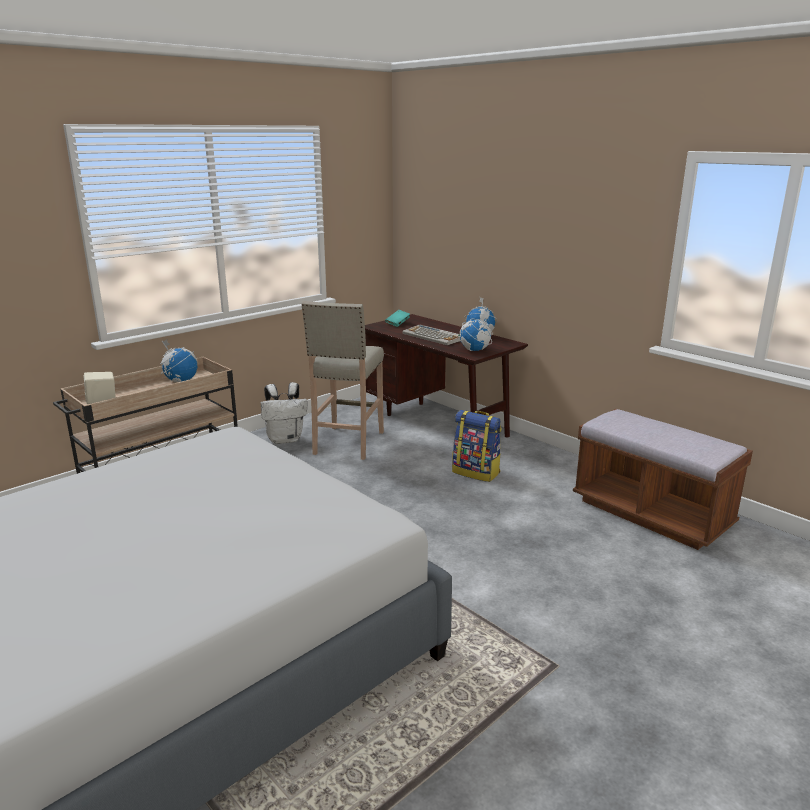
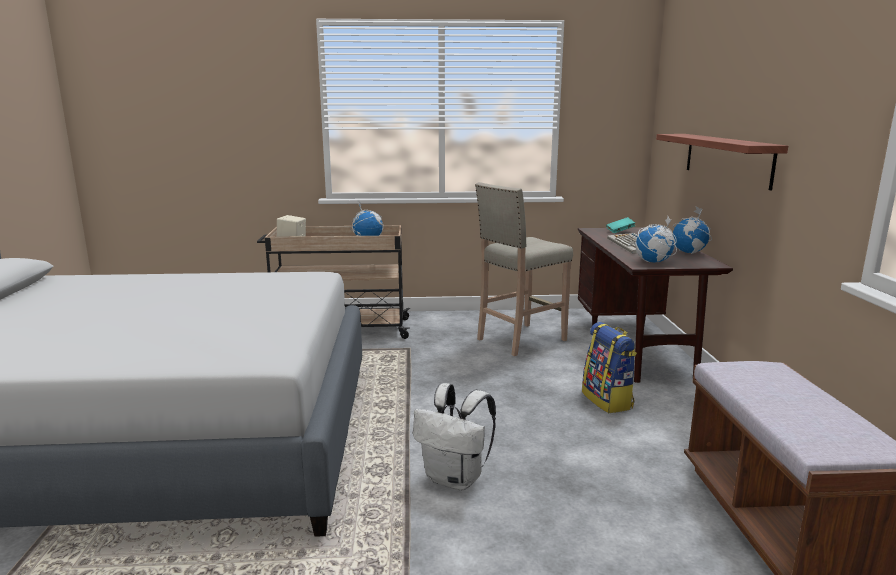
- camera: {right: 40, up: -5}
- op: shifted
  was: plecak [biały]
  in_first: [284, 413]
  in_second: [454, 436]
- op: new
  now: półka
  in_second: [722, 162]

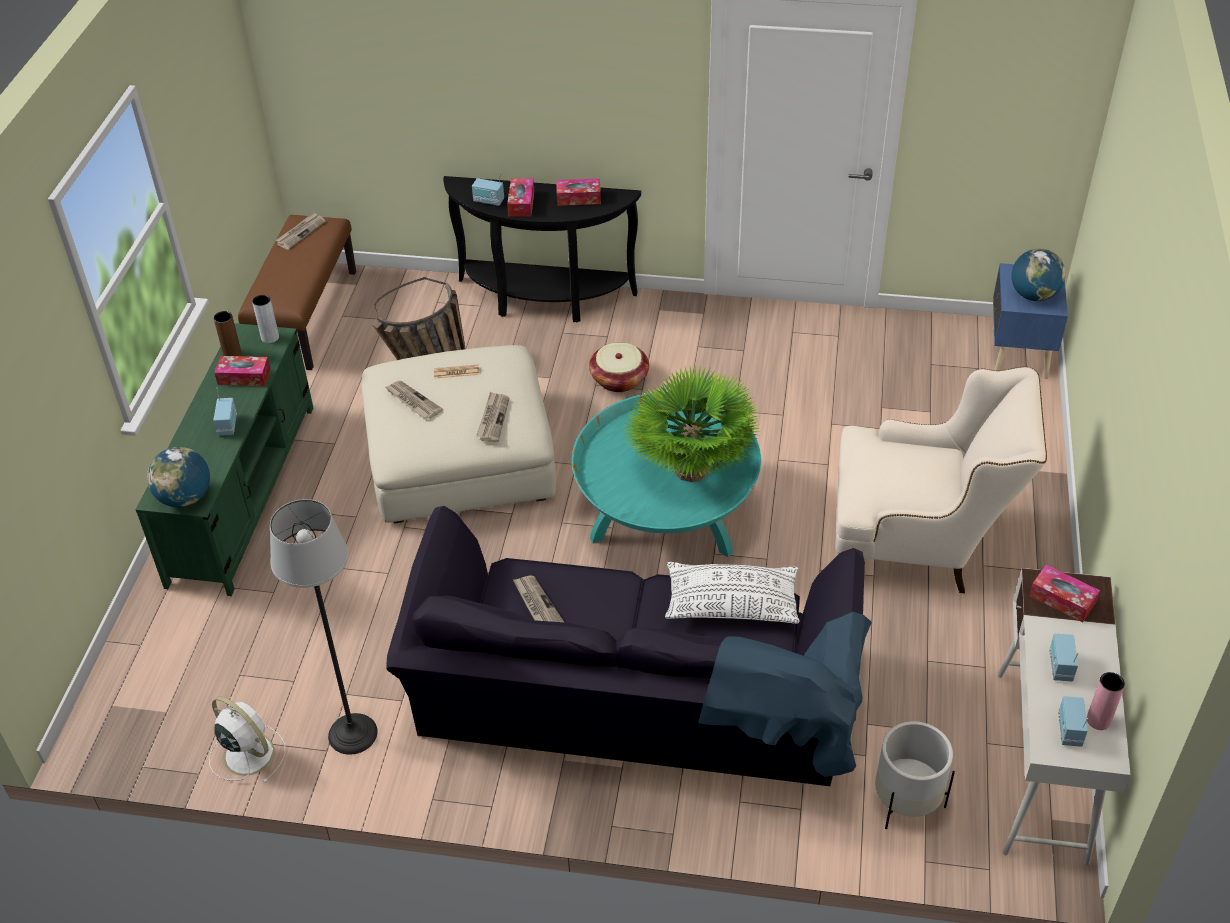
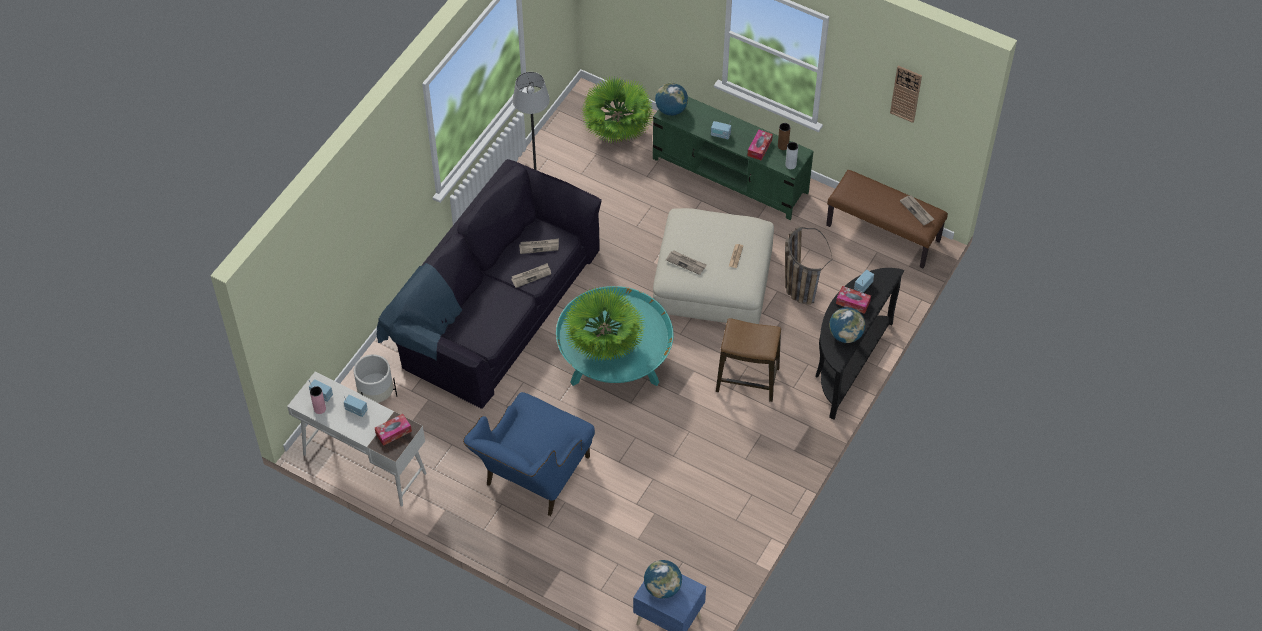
- camera: {right: 110, up: 10}
- op: gone
  was: wentylator [biały]
  in_first: [247, 739]
- op: shifted
  was: gazeta
  in_first: [414, 400]
  in_second: [531, 275]
- op: swapped
  was: pudełko chusteczek
  now: globus
  in_first: [578, 192]
  in_second: [847, 325]
- op: swapped
  was: koszyk
  now: stołek
  in_first: [619, 367]
  in_second: [748, 360]
- op: gone
  was: poduszka [biały]
  in_first: [732, 593]
- op: repainted
  was: fotel [beżowy]
  now: fotel [niebieski]
  in_first: [941, 480]
  in_second: [529, 454]
- op: new
  now: roślina doniczkowa
  in_second: [618, 109]
- op: new
  now: zegar ścienny
  in_second: [906, 94]

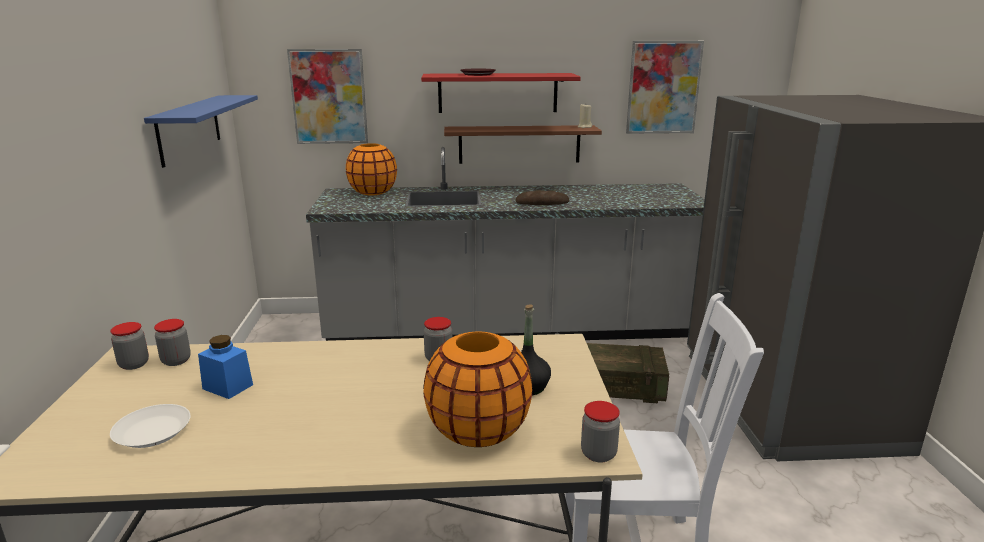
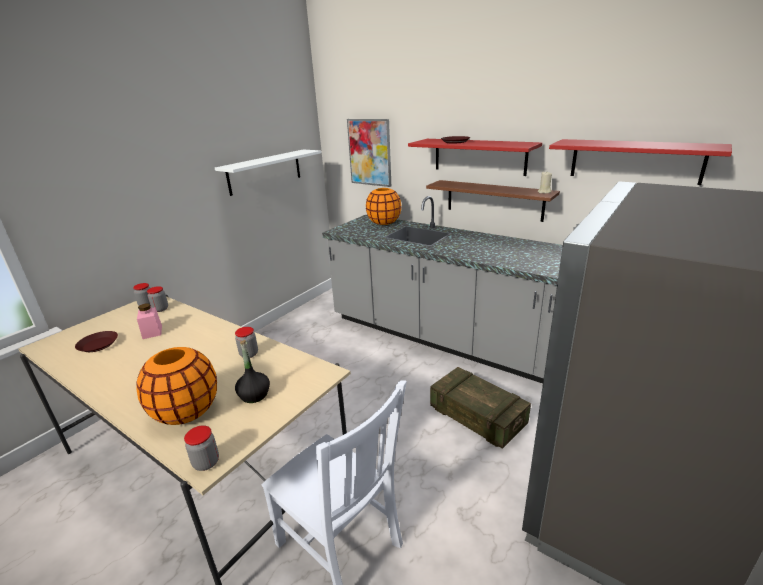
- camera: {right: 40, up: 5}
- op: repainted
  was: talerz [biały]
  now: talerz [brązowy]
  in_first: [150, 426]
  in_second: [96, 341]
- op: repainted
  was: półka [niebieski]
  now: półka [biały]
  in_first: [201, 131]
  in_second: [268, 172]
- op: repainted
  was: słoik [niebieski]
  now: słoik [różowy]
  in_first: [225, 367]
  in_second: [149, 321]
- op: gone
  was: chleb
  in_first: [542, 197]
- op: swapped
  was: obraz
  now: półka [czerwony]
  in_first: [665, 87]
  in_second: [640, 162]

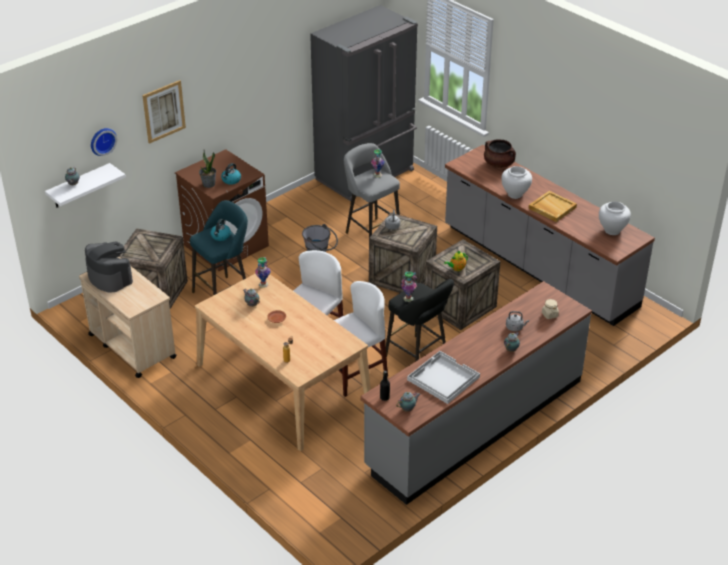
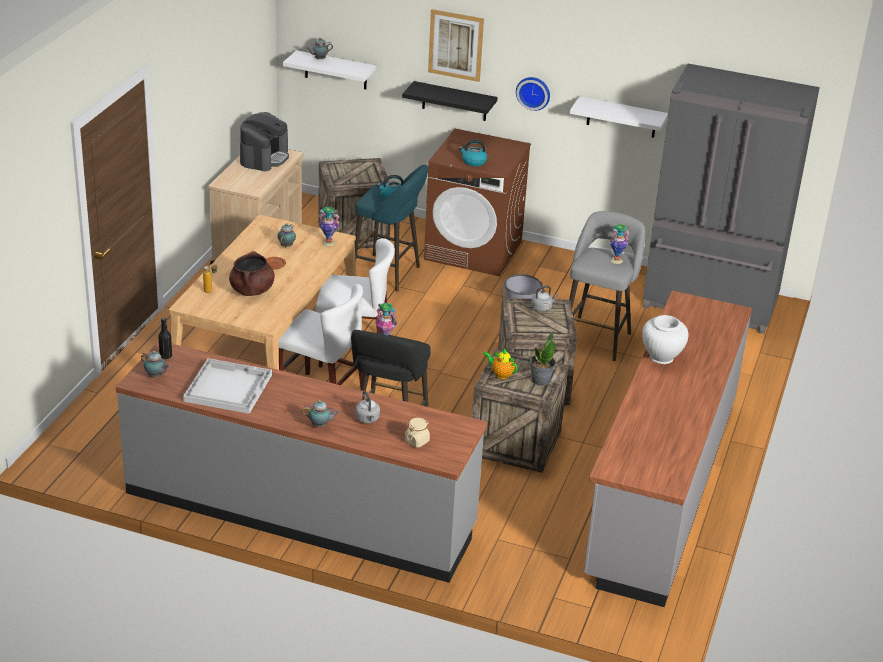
- camera: {right: 60, up: -5}
- op: shifted
  was: zegar ścienny
  in_first: [104, 142]
  in_second: [533, 94]
- op: shifted
  was: roślina doniczkowa
  in_first: [207, 169]
  in_second: [543, 358]
- op: shifted
  was: garnek [brązowy]
  in_first: [500, 154]
  in_second: [252, 273]
- op: gone
  was: taca [beżowy]
  in_first: [552, 206]
- op: gone
  was: wazon [biały]
  in_first: [615, 218]
- op: new
  now: półka [czarny]
  in_second: [449, 101]
- op: new
  now: półka [biały]
  in_second: [619, 117]

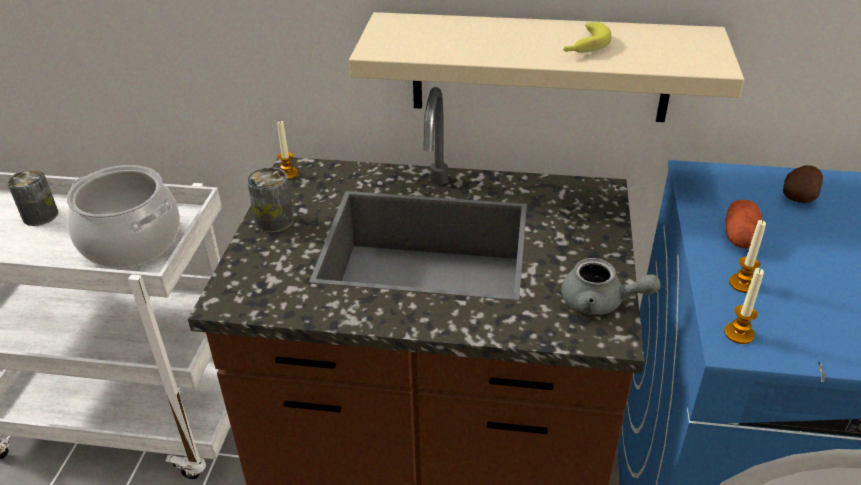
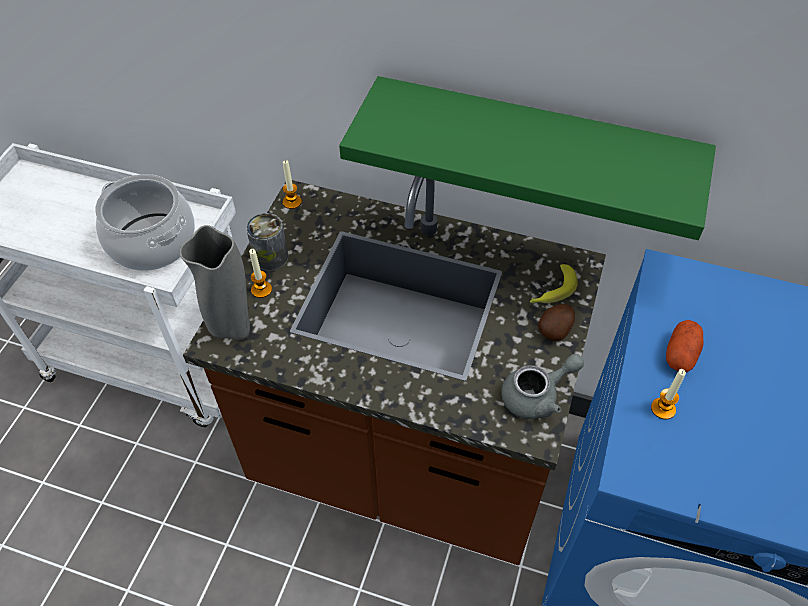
- camera: {right: 10, up: 15}
- op: gone
  was: puszka
  in_first: [32, 197]
- op: repainted
  was: półka [beżowy]
  now: półka [zielony]
  in_first: [546, 67]
  in_second: [527, 158]
- op: rotated
  was: imbryk [szary]
  in_first: [611, 286]
  in_second: [542, 386]
  clockwise: -60
- op: shifted
  was: banan
  in_first: [587, 37]
  in_second: [553, 283]
- op: shifted
  was: świeca
  in_first: [744, 306]
  in_second: [260, 273]
- op: shifted
  was: ziemniak
  in_first: [803, 184]
  in_second: [556, 322]
- op: new
  now: wazon [szary]
  in_second: [214, 282]

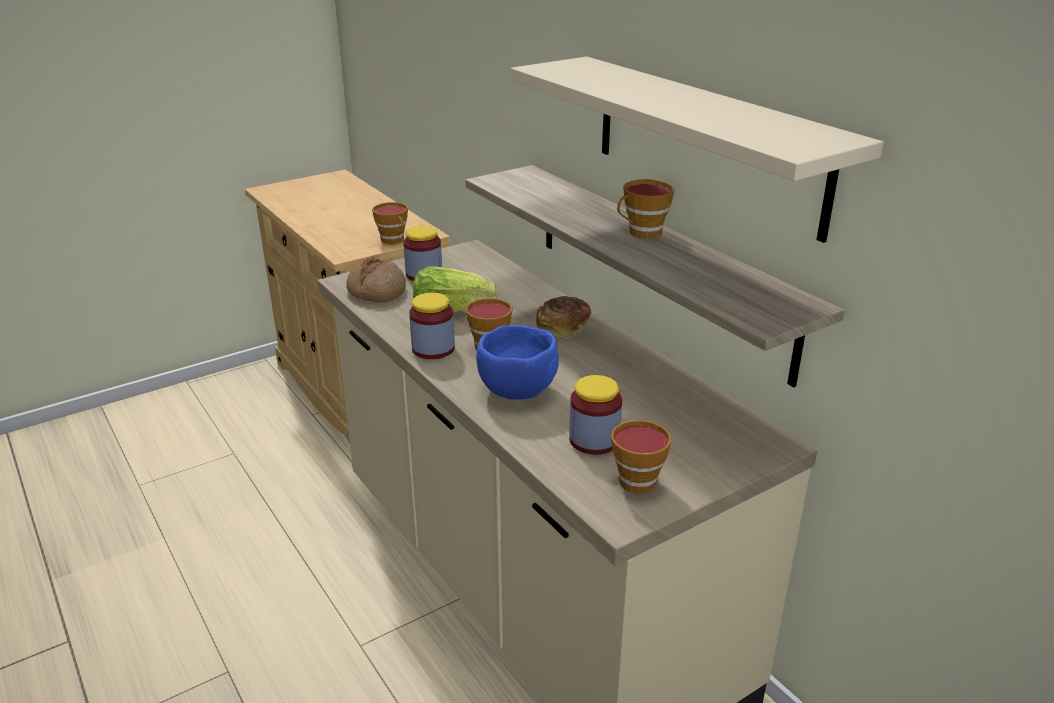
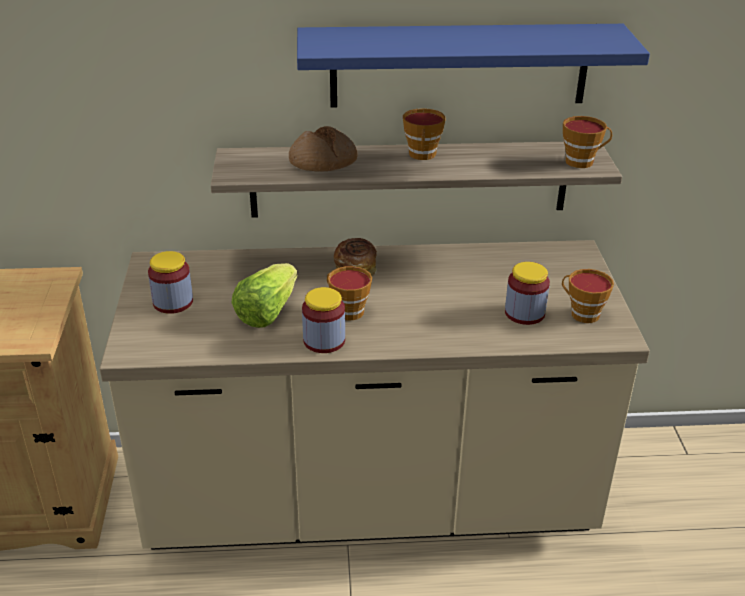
- camera: {right: -60, up: 5}
- op: shifted
  was: chleb
  in_first: [376, 280]
  in_second: [323, 149]
- op: shifted
  was: filiżanka
  in_first: [390, 223]
  in_second: [587, 142]
- op: gone
  was: miska [niebieski]
  in_first: [517, 362]
- op: repainted
  was: półka [beżowy]
  now: półka [niebieski]
  in_first: [697, 150]
  in_second: [473, 66]

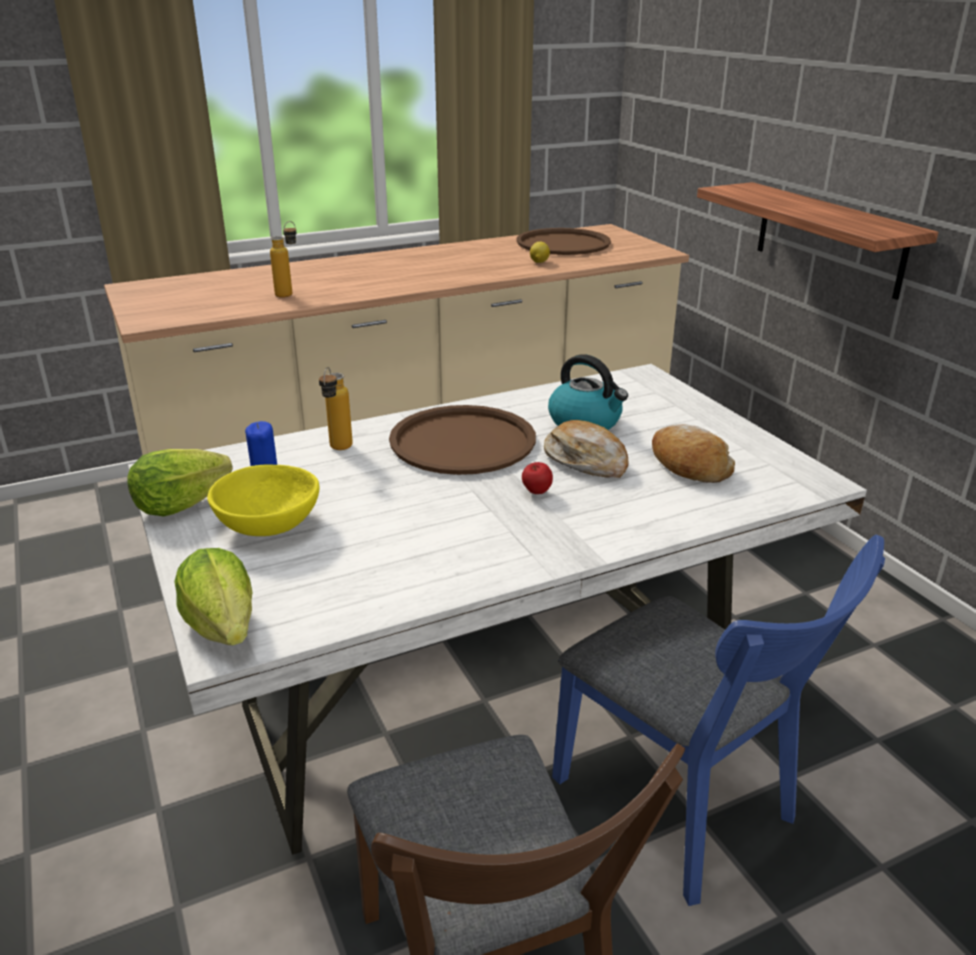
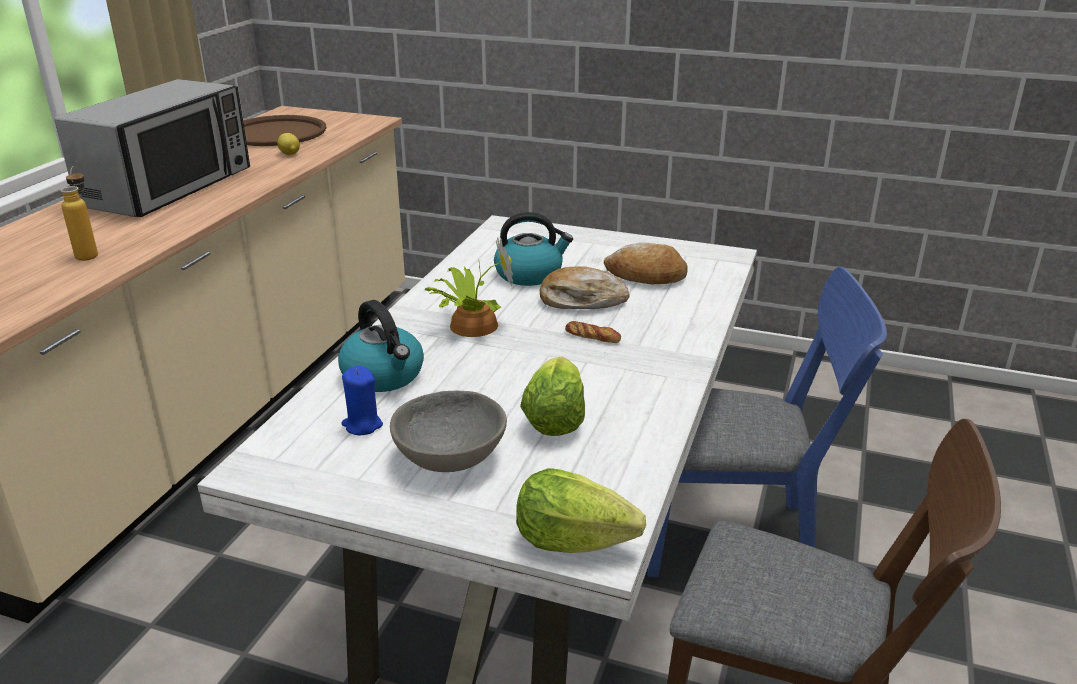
- camera: {right: -45, up: 0}
- op: shifted
  was: sałata
  in_first: [180, 482]
  in_second: [552, 396]
- op: repainted
  was: miska [żółty]
  now: miska [szary]
  in_first: [263, 500]
  in_second: [448, 431]
- op: swapped
  was: butelka
  now: czajnik
  in_first: [336, 408]
  in_second: [381, 346]
- op: swapped
  was: taca [brązowy]
  now: roślina doniczkowa
  in_first: [462, 440]
  in_second: [468, 287]
- op: swapped
  was: jabłko
  now: chleb
  in_first: [537, 478]
  in_second: [593, 332]
- op: gone
  was: półka
  in_first: [817, 241]
- op: new
  now: mikrofalówka
  in_second: [152, 148]

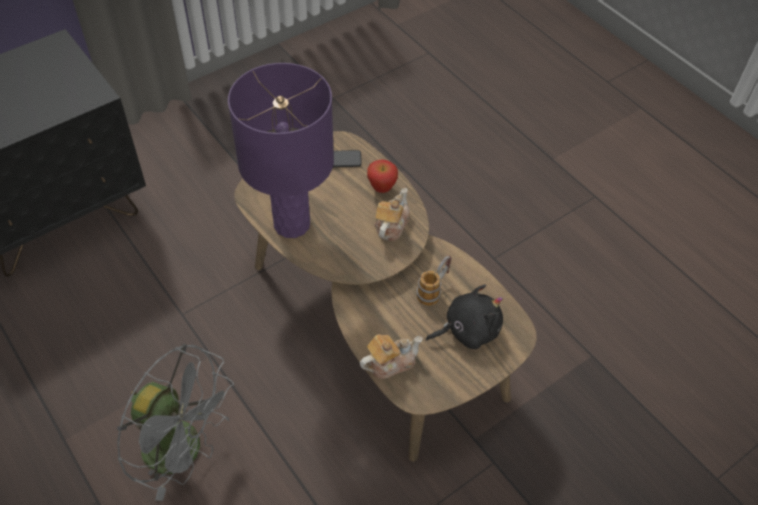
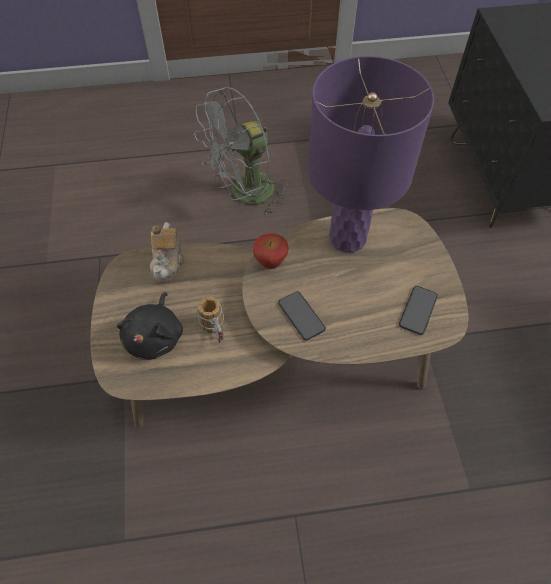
- camera: {right: 120, up: 5}
- op: shifted
  was: jabłko
  in_first: [382, 176]
  in_second: [271, 251]
- op: swapped
  was: imbryk
  now: telefon
  in_first: [392, 214]
  in_second: [302, 315]

